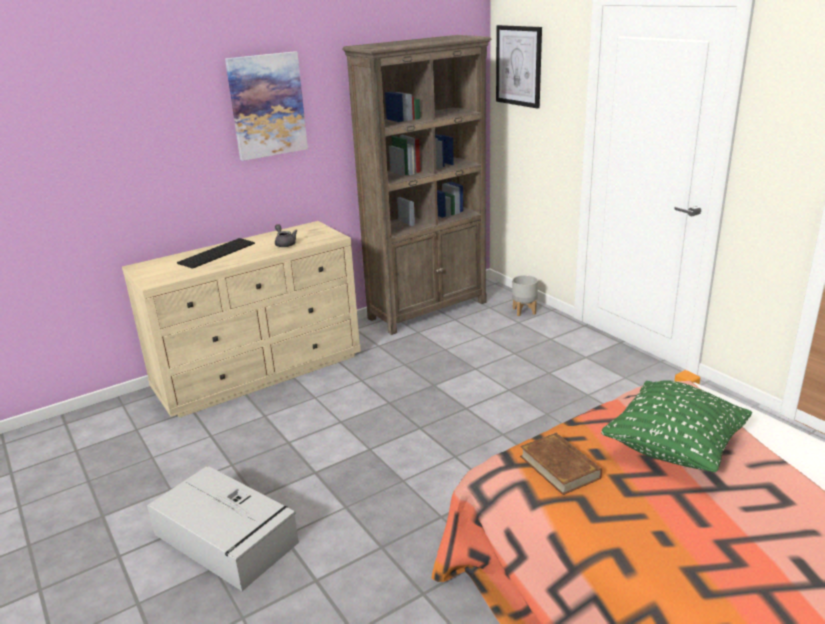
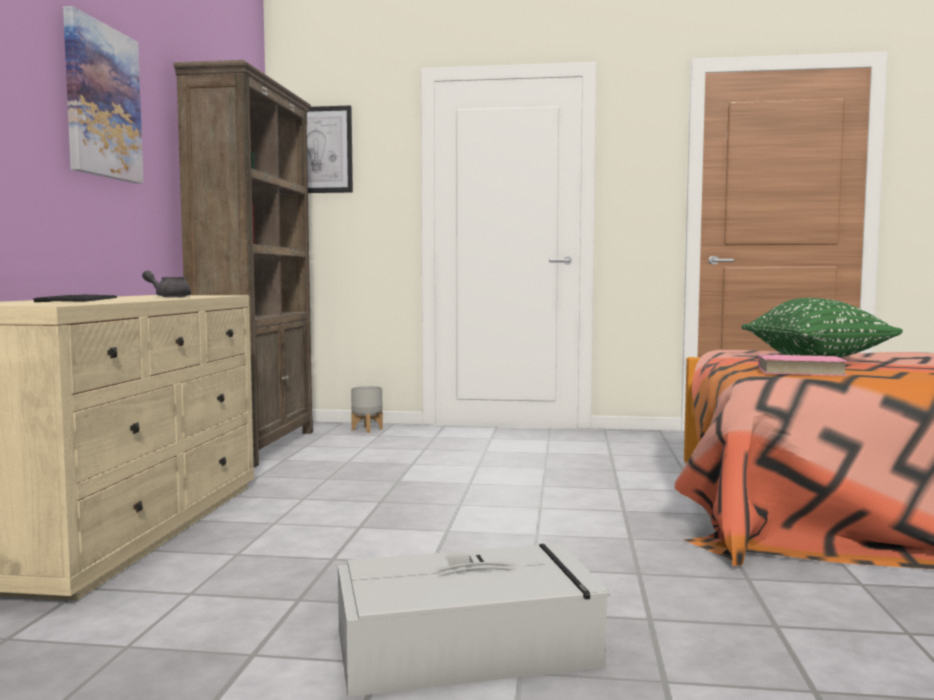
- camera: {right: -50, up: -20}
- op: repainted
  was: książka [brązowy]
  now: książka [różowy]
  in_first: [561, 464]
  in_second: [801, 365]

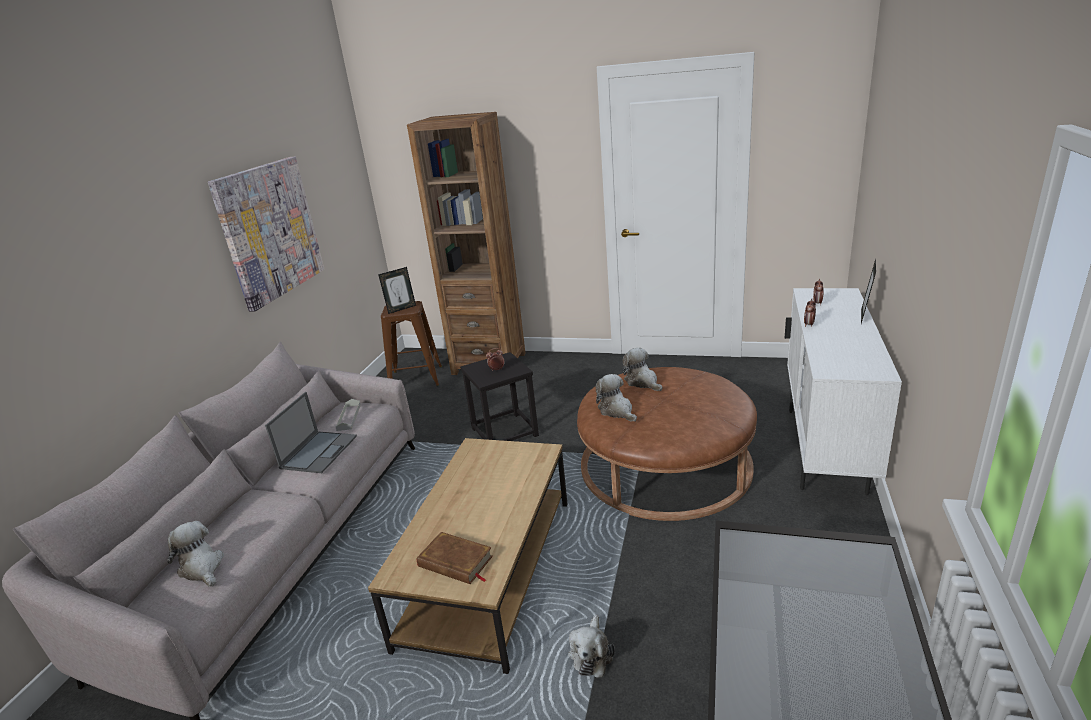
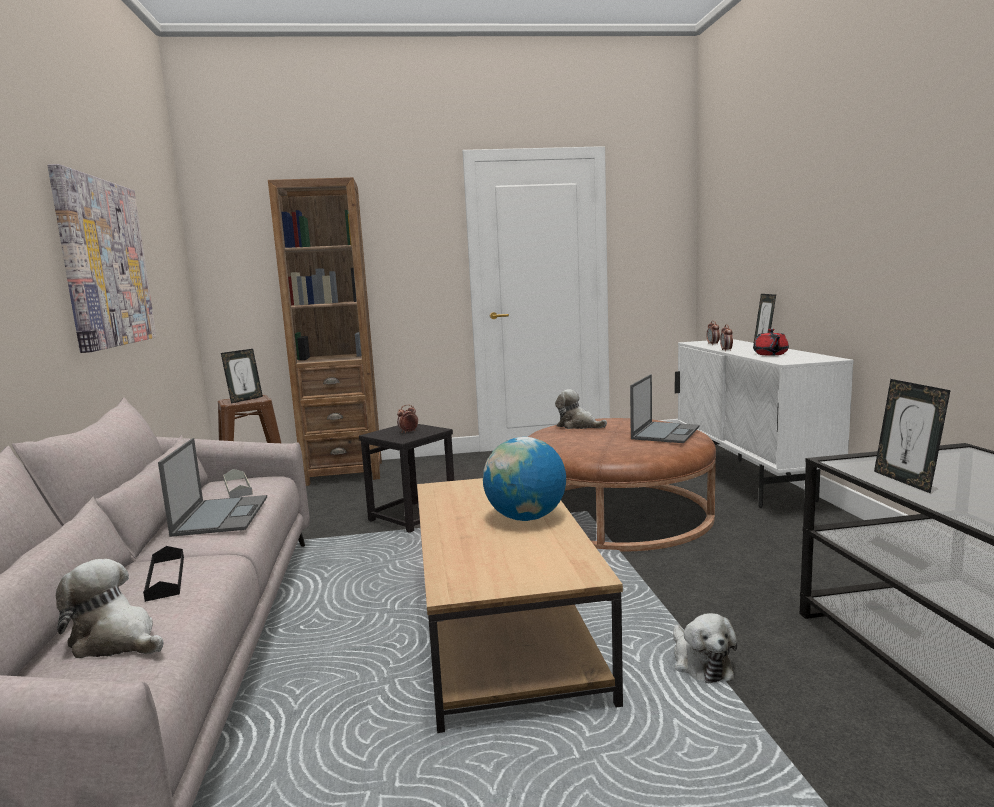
- camera: {right: -25, up: -15}
- op: gone
  was: książka [brązowy]
  in_first: [455, 558]
- op: gone
  was: pluszak
  in_first: [616, 398]
- op: new
  now: taca [czarny]
  in_second: [163, 574]
- op: new
  now: globus
  in_second: [524, 479]
- op: new
  now: laptop
  in_second: [665, 408]
- op: new
  now: imbryk [czerwony]
  in_second: [771, 342]
- op: new
  now: ramka na zdjęcie
  in_second: [912, 436]

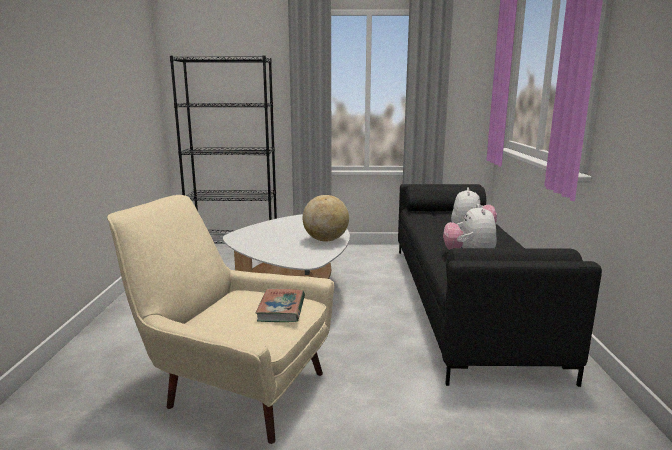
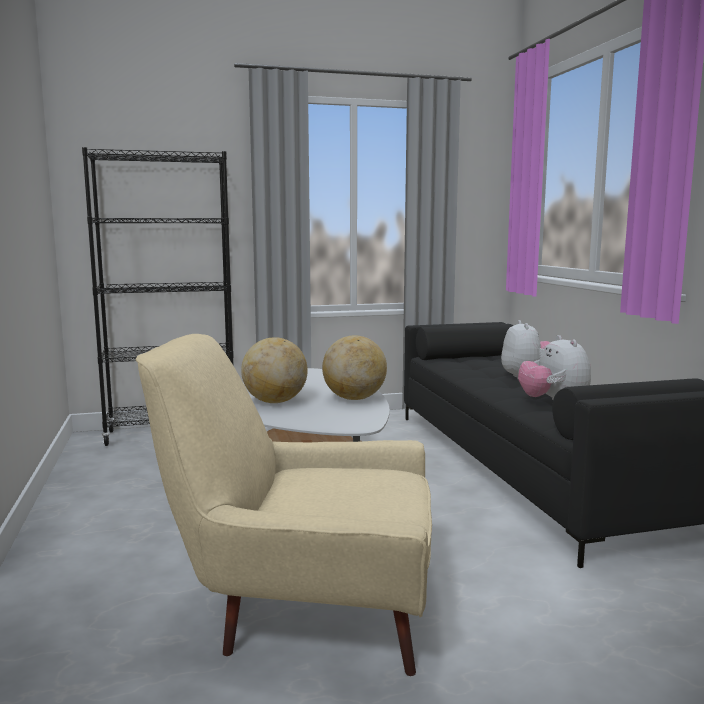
- camera: {right: -15, up: -5}
- op: gone
  was: książka
  in_first: [280, 305]
- op: new
  now: globus
  in_second: [274, 370]

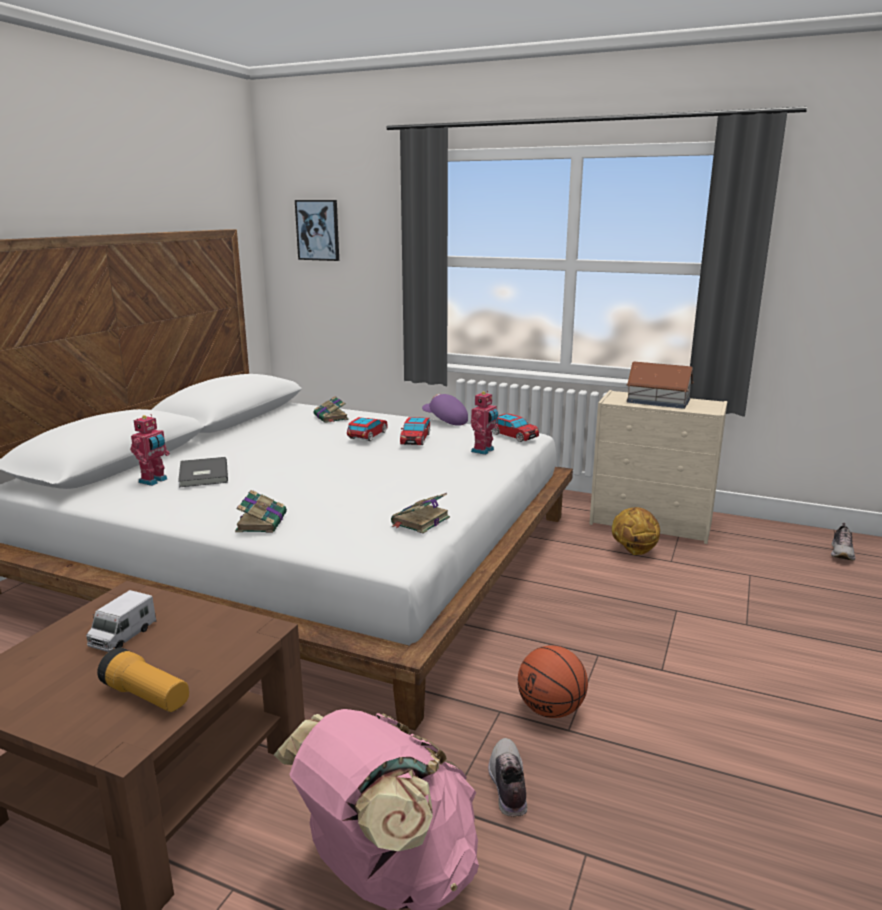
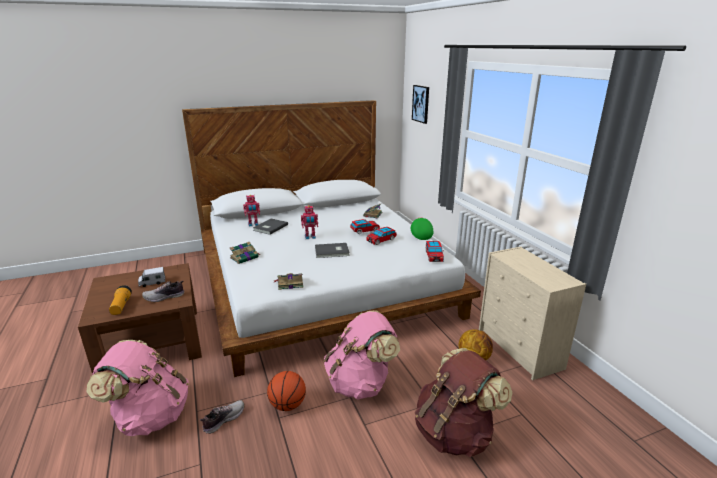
- camera: {right: 45, up: 5}
- op: repainted
  was: czapka z daszkiem [fioletowy]
  now: czapka z daszkiem [zielony]
  in_first: [445, 410]
  in_second: [422, 228]
- op: shifted
  was: robot zabawkowy
  in_first: [484, 423]
  in_second: [309, 222]
- op: gone
  was: domek
  in_first: [660, 385]
- op: shifted
  was: but
  in_first: [843, 542]
  in_second: [163, 292]
- op: new
  now: książka [szary]
  in_second: [332, 250]
- op: new
  now: plecak [różowy]
  in_second: [362, 355]
- op: new
  now: plecak [brązowy]
  in_second: [463, 402]

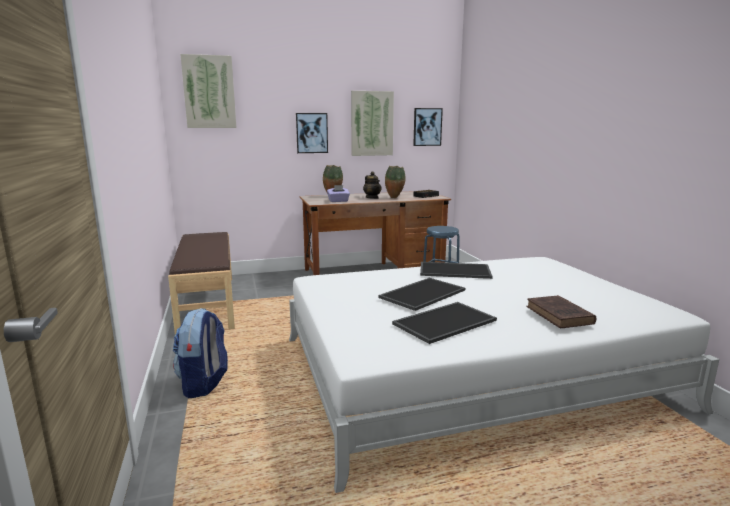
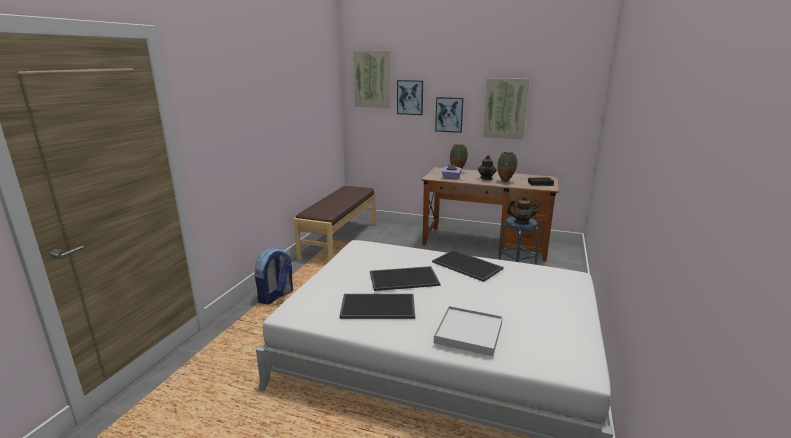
- camera: {right: 35, up: 5}
- op: shifted
  was: obraz
  in_first: [428, 127]
  in_second: [410, 97]
- op: swapped
  was: książka [brązowy]
  now: taca [biały]
  in_first: [561, 311]
  in_second: [468, 331]
- op: new
  now: imbryk
  in_second: [523, 210]

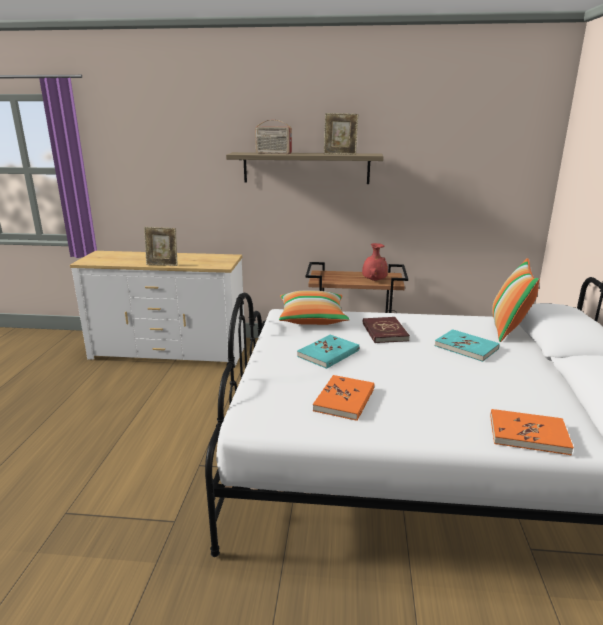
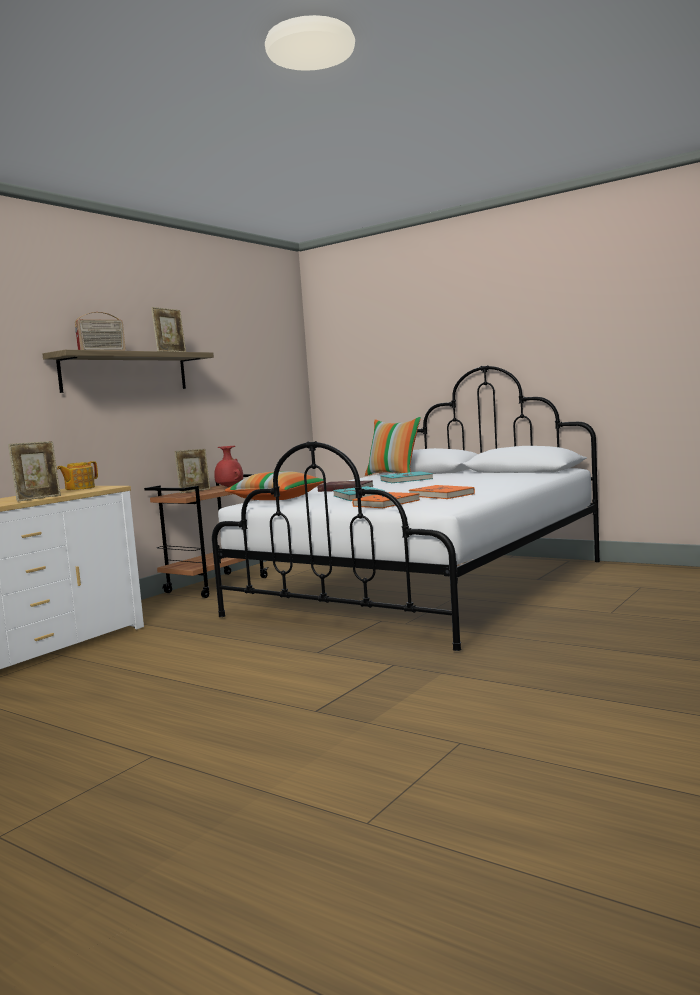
- camera: {right: -60, up: -15}
- op: shifted
  was: książka [pomarańczowy]
  in_first: [532, 432]
  in_second: [386, 500]
- op: new
  now: imbryk
  in_second: [77, 475]
- op: new
  now: ramka na zdjęcie
  in_second: [192, 471]

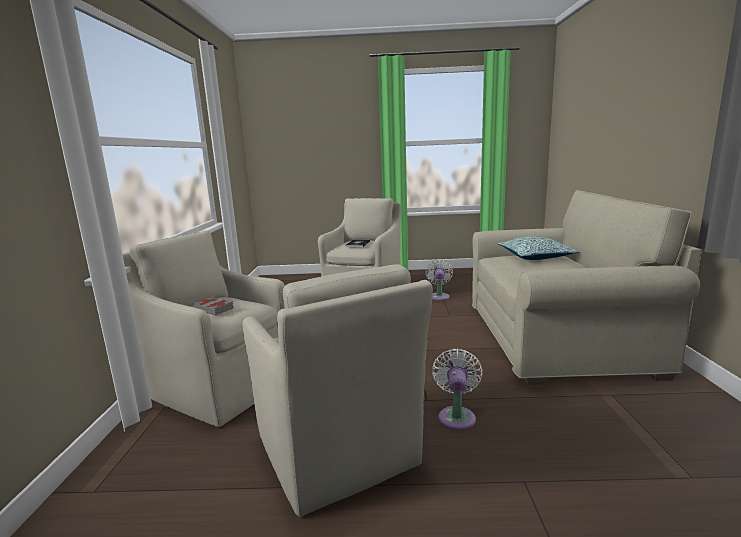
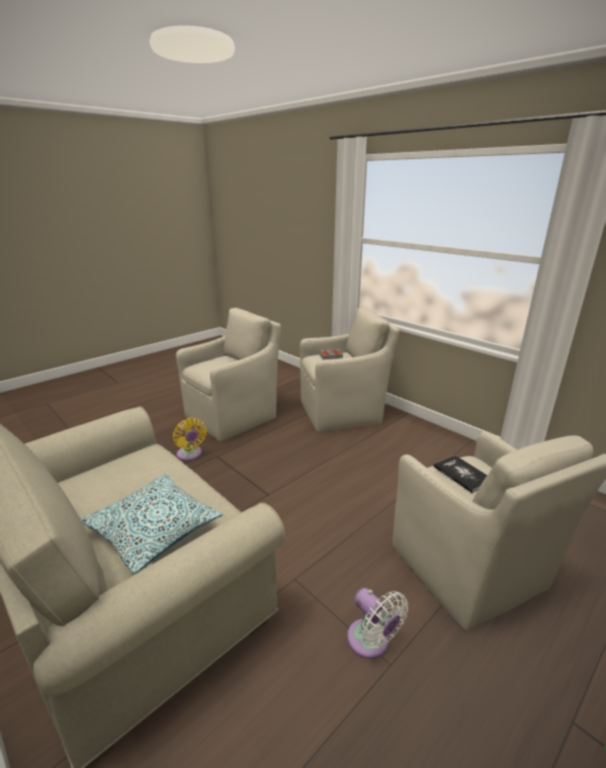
- camera: {right: 135, up: 10}
- op: rotated
  was: fotel [beżowy]
  in_first: [338, 390]
  in_second: [228, 374]
  clockwise: 120
- op: repainted
  was: wentylator [biały]
  now: wentylator [żółty]
  in_first: [457, 389]
  in_second: [190, 439]

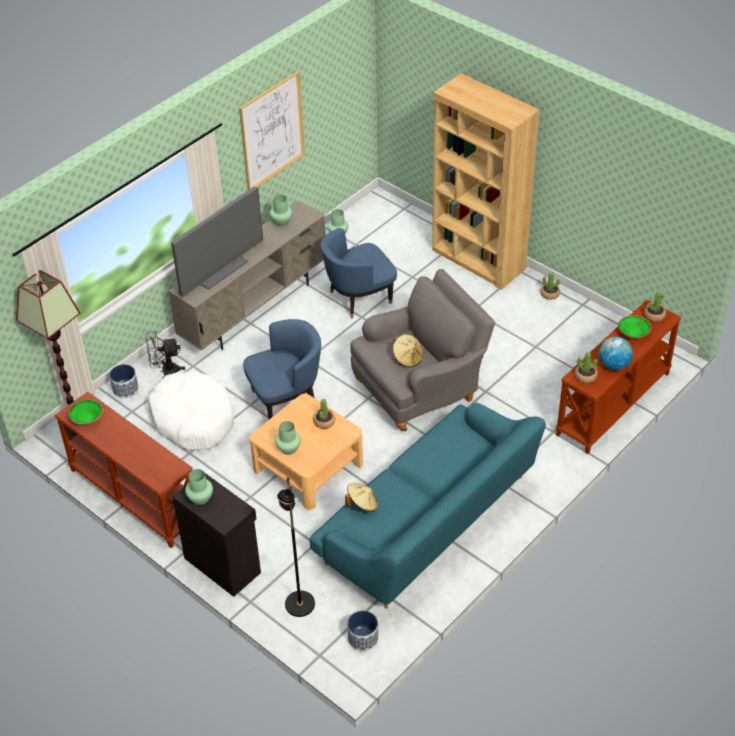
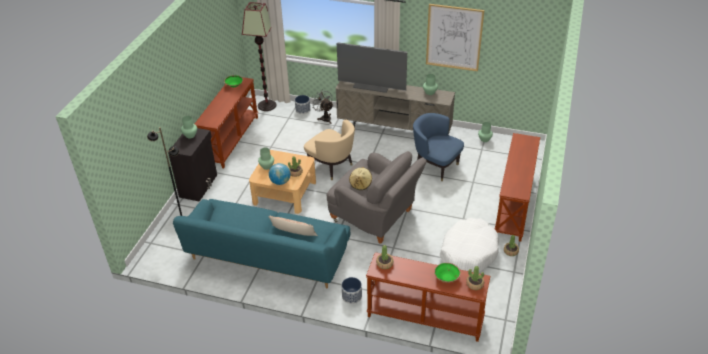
- camera: {right: 65, up: -5}
- op: shifted
  was: legowisko [biały]
  in_first: [191, 411]
  in_second: [469, 245]
- op: repainted
  was: fotel [niebieski]
  now: fotel [beżowy]
  in_first: [282, 369]
  in_second: [329, 150]
- op: gone
  was: kapelusz [beżowy]
  in_first: [361, 497]
- op: shifted
  was: donica
  in_first: [362, 630]
  in_second: [352, 290]
- op: swapped
  was: regał [brązowy]
  now: stolik konsolowy [brązowy]
  in_first: [485, 181]
  in_second: [517, 187]
- op: shifted
  was: globus
  in_first: [616, 353]
  in_second: [280, 174]
- op: new
  now: poduszka
  in_second: [293, 226]

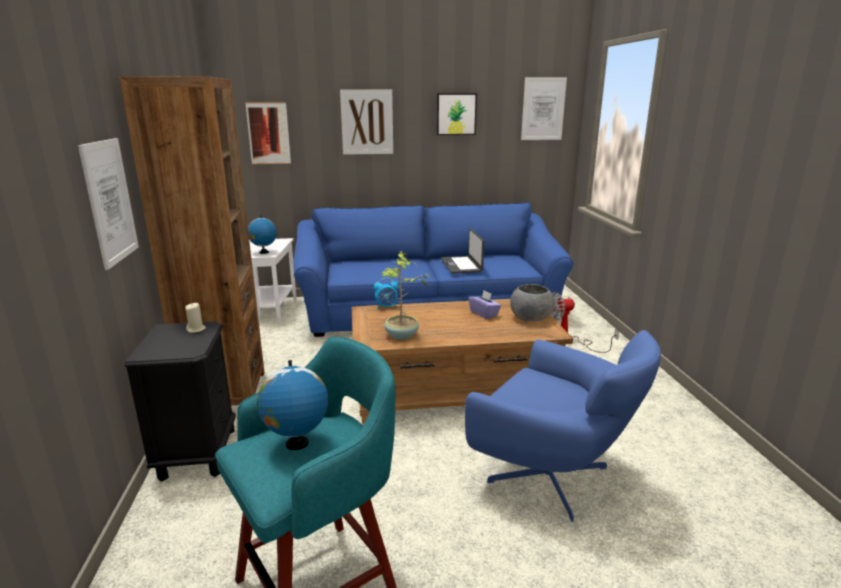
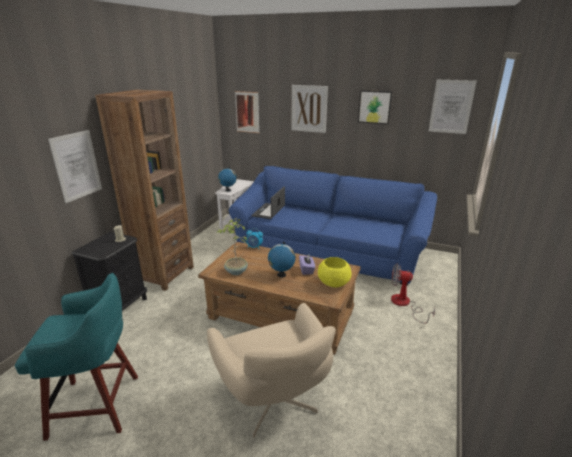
- camera: {right: 30, up: 5}
- op: shifted
  was: globus
  in_first: [292, 405]
  in_second: [281, 259]
- op: shifted
  was: laptop
  in_first: [462, 251]
  in_second: [268, 203]
- op: repainted
  was: fotel [niebieski]
  now: fotel [beżowy]
  in_first: [563, 426]
  in_second: [271, 370]
- op: repainted
  was: miska [szary]
  now: miska [żółty]
  in_first: [532, 303]
  in_second: [335, 272]

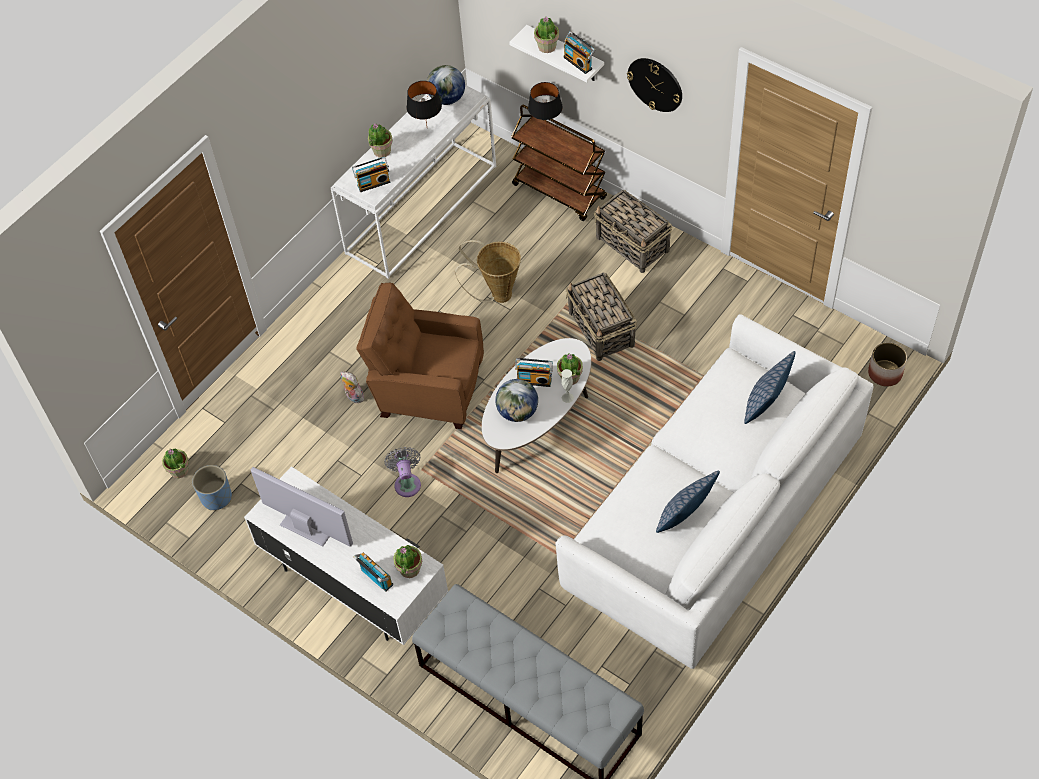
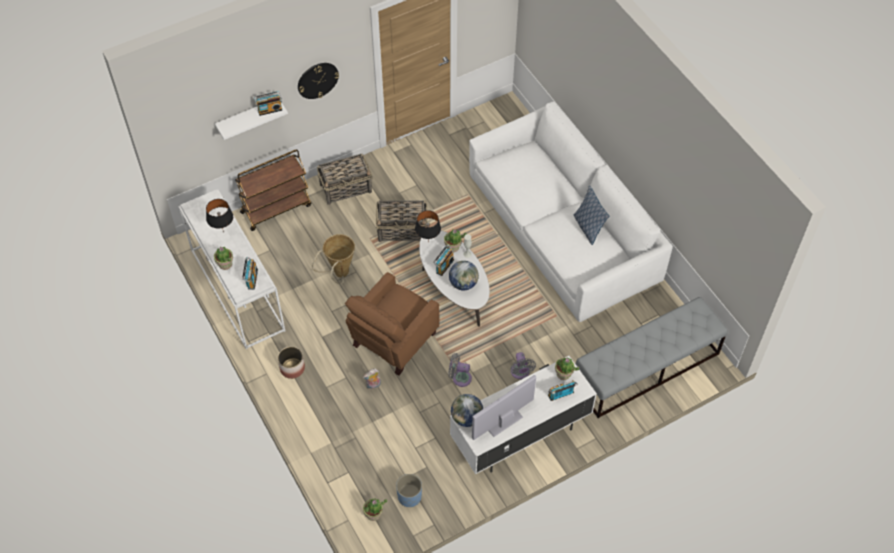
- camera: {right: -70, up: 0}
- op: shifted
  was: globus
  in_first: [446, 85]
  in_second: [467, 410]
- op: shifted
  was: lampa stołowa [czarny]
  in_first: [545, 105]
  in_second: [428, 224]
- op: gone
  was: roślina doniczkowa
  in_first: [546, 35]
- op: gone
  was: poduszka
  in_first: [770, 387]
- op: shifted
  was: donica
  in_first: [887, 364]
  in_second: [291, 363]
- op: new
  now: wentylator [szary]
  in_second: [523, 365]

